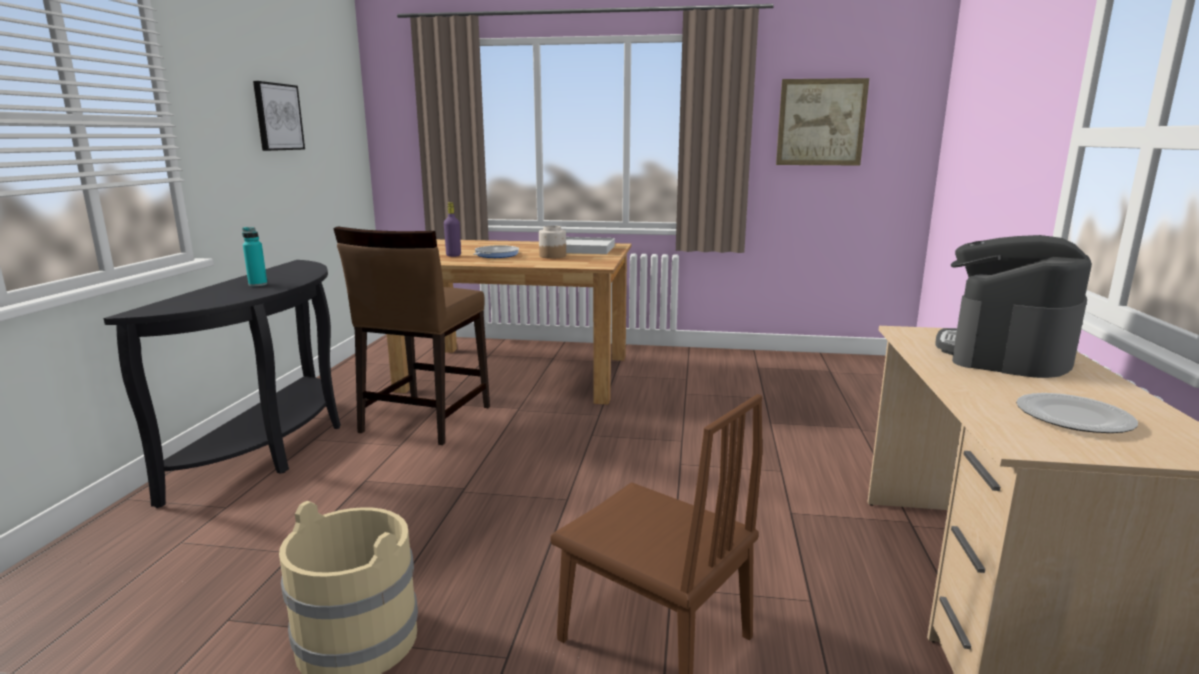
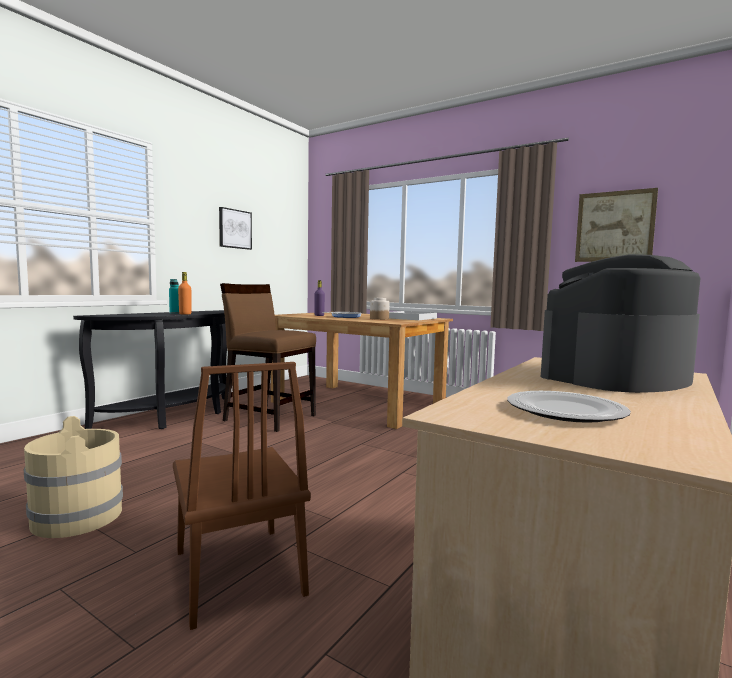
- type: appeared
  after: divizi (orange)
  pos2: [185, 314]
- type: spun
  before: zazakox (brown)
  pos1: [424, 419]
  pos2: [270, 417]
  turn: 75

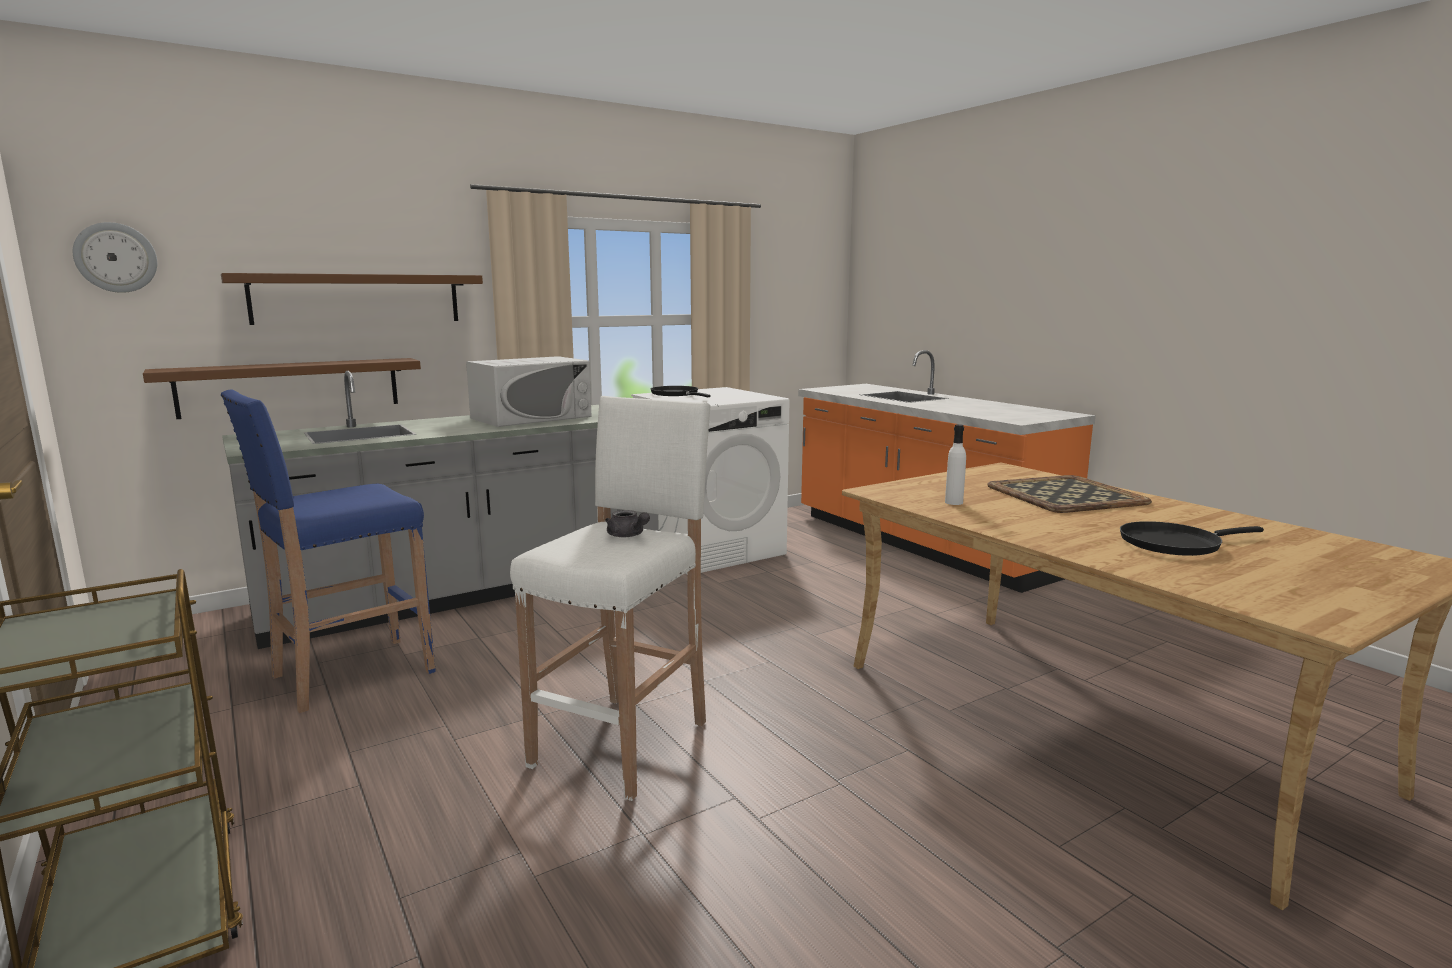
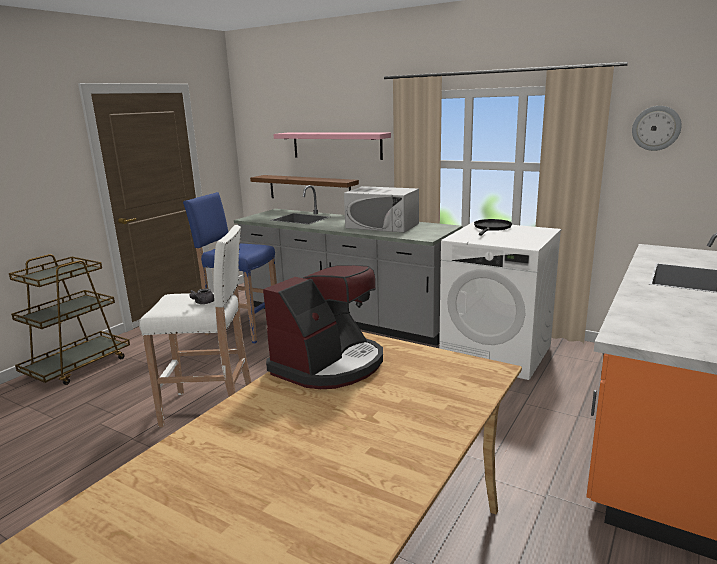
- type: missing
  before: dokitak
  pos1: [1063, 494]
- type: missing
  before: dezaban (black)
  pos1: [1175, 544]
- type: relocated
  before: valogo
  pos1: [116, 257]
  pos2: [656, 128]
- type: exchanged
  before: divizi (white)
  after: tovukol
  pos1: [954, 502]
  pos2: [329, 365]
- type: colour
  before: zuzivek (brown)
  after: zuzivek (pink)
  pos1: [357, 299]
  pos2: [336, 145]

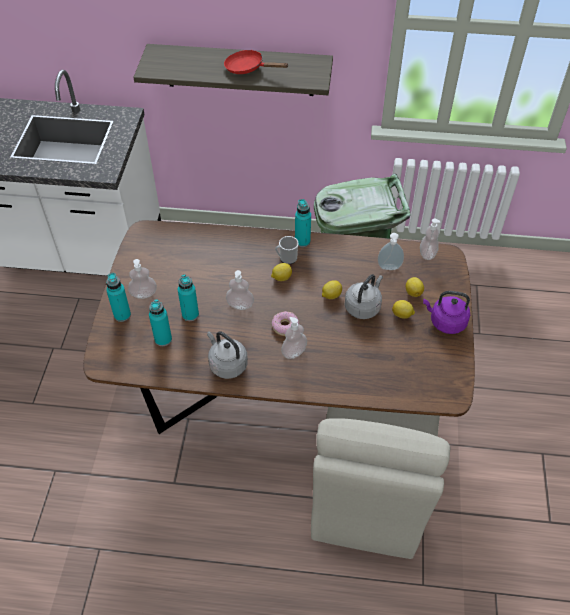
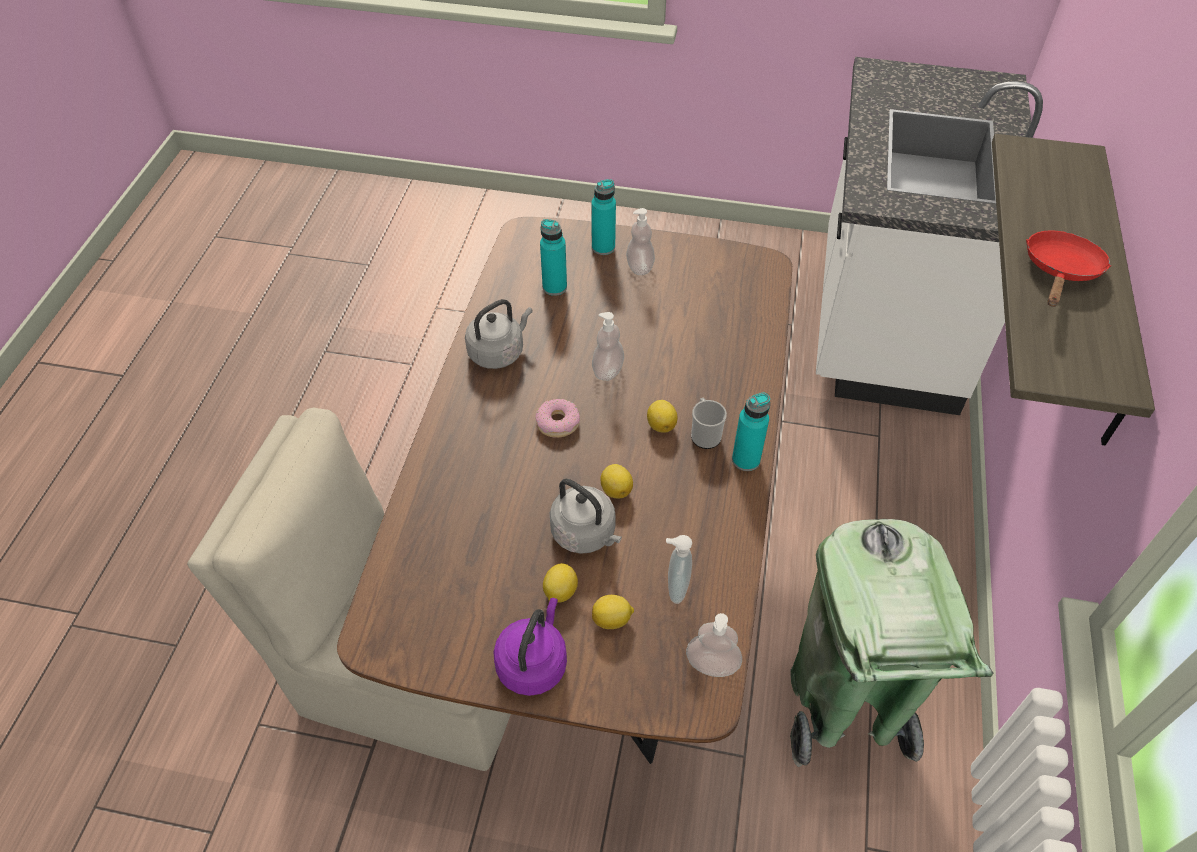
- type: missing
  before: divizi (turquoise)
  pos1: [190, 314]
- type: missing
  before: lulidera
  pos1: [294, 352]

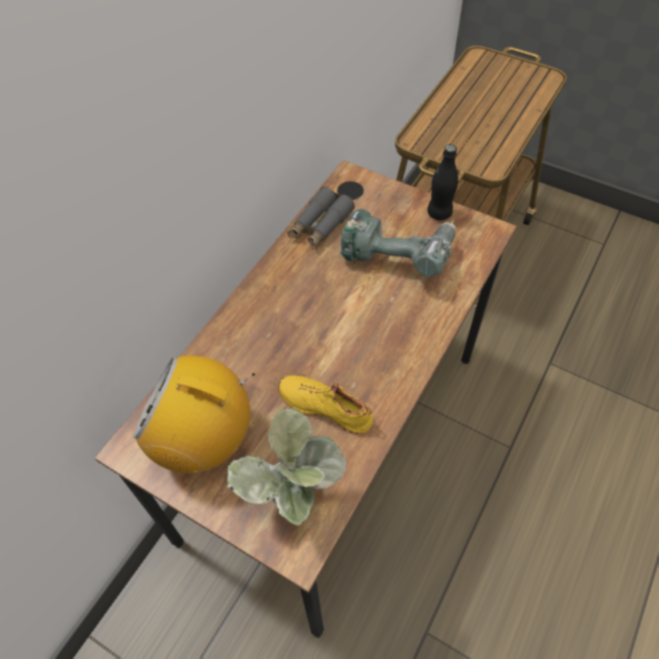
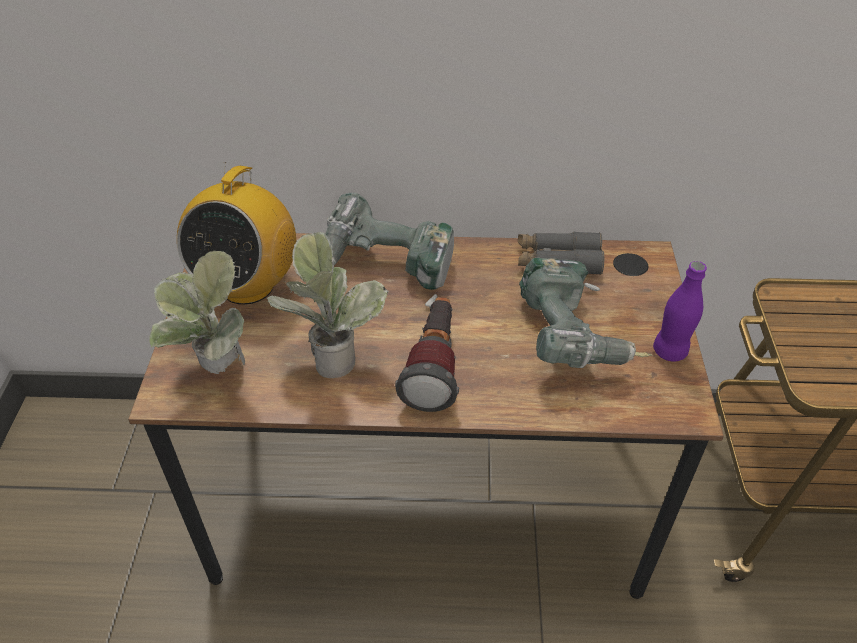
- type: appeared
  after: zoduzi
  pos2: [385, 271]
- type: appeared
  after: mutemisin
  pos2: [434, 366]
- type: exchanged
  before: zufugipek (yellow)
  after: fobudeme
  pos1: [326, 406]
  pos2: [332, 354]
- type: colour
  before: divizi (black)
  after: divizi (purple)
  pos1: [439, 213]
  pos2: [670, 351]
- type: spun
  before: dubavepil
  pos1: [204, 440]
  pos2: [247, 285]
  turn: -150

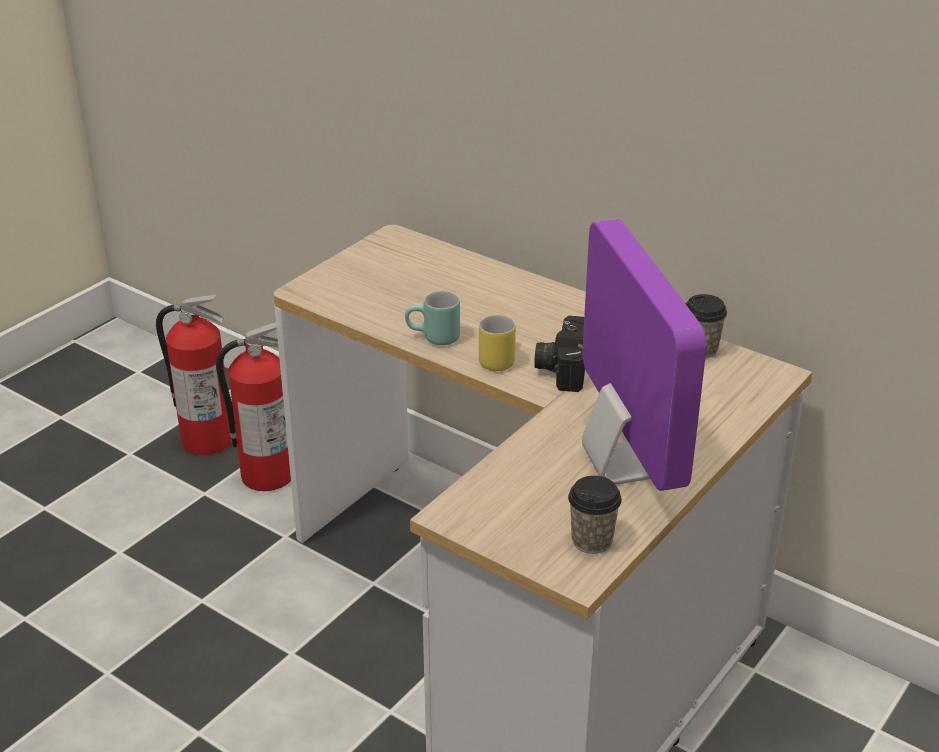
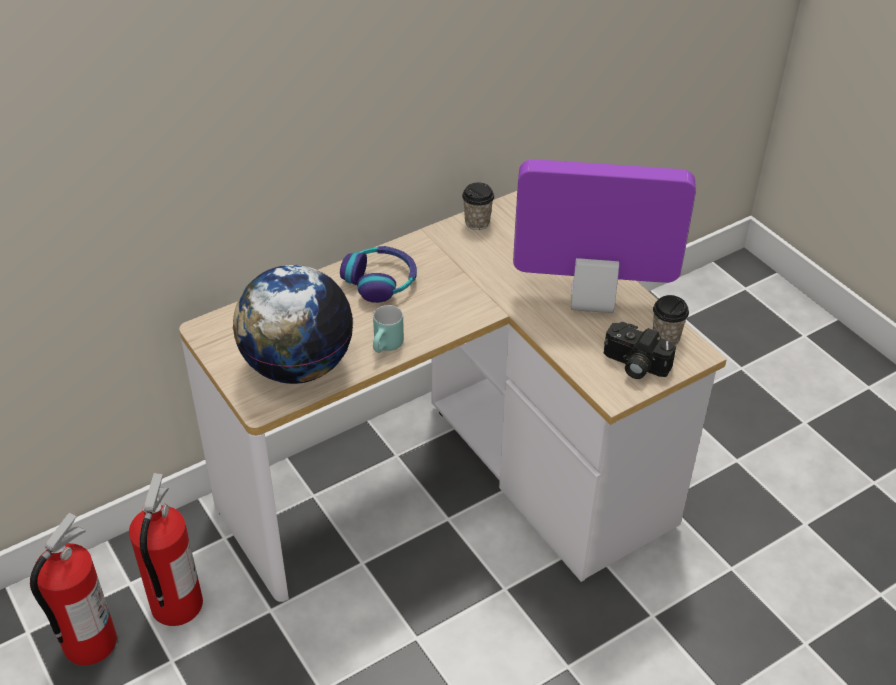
- type: missing
  before: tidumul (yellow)
  pos1: [496, 358]
- type: appeared
  after: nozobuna
  pos2: [297, 366]
- type: appeared
  after: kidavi
  pos2: [380, 281]
- type: relocated
  before: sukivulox
  pos1: [562, 367]
  pos2: [634, 365]

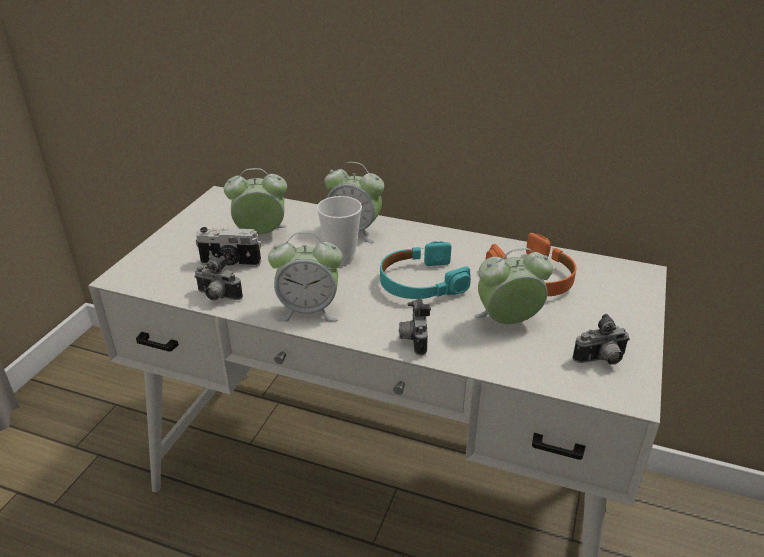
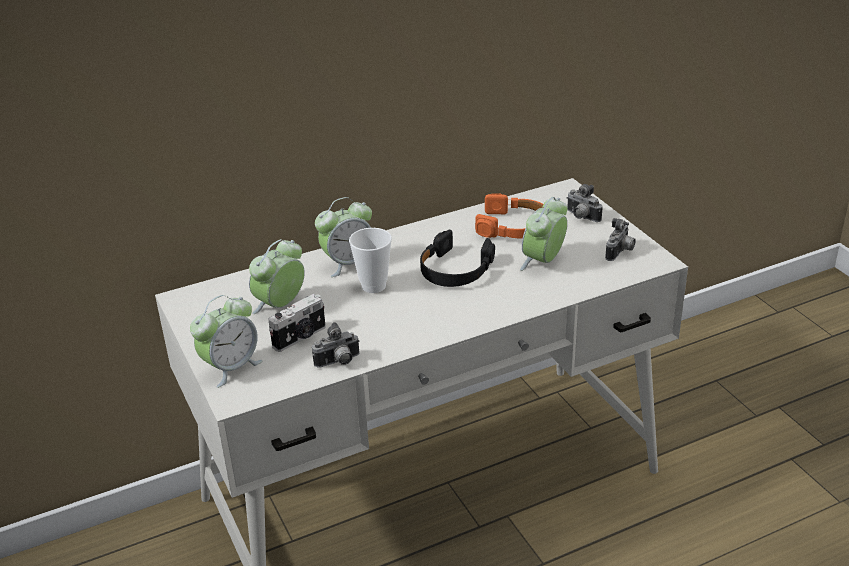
- type: relocated
  before: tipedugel
  pos1: [308, 310]
  pos2: [231, 367]
- type: relocated
  before: sukivulox
  pos1: [413, 339]
  pos2: [581, 217]
- type: colour
  before: kidavi (turquoise)
  after: kidavi (black)
  pos1: [421, 282]
  pos2: [455, 270]

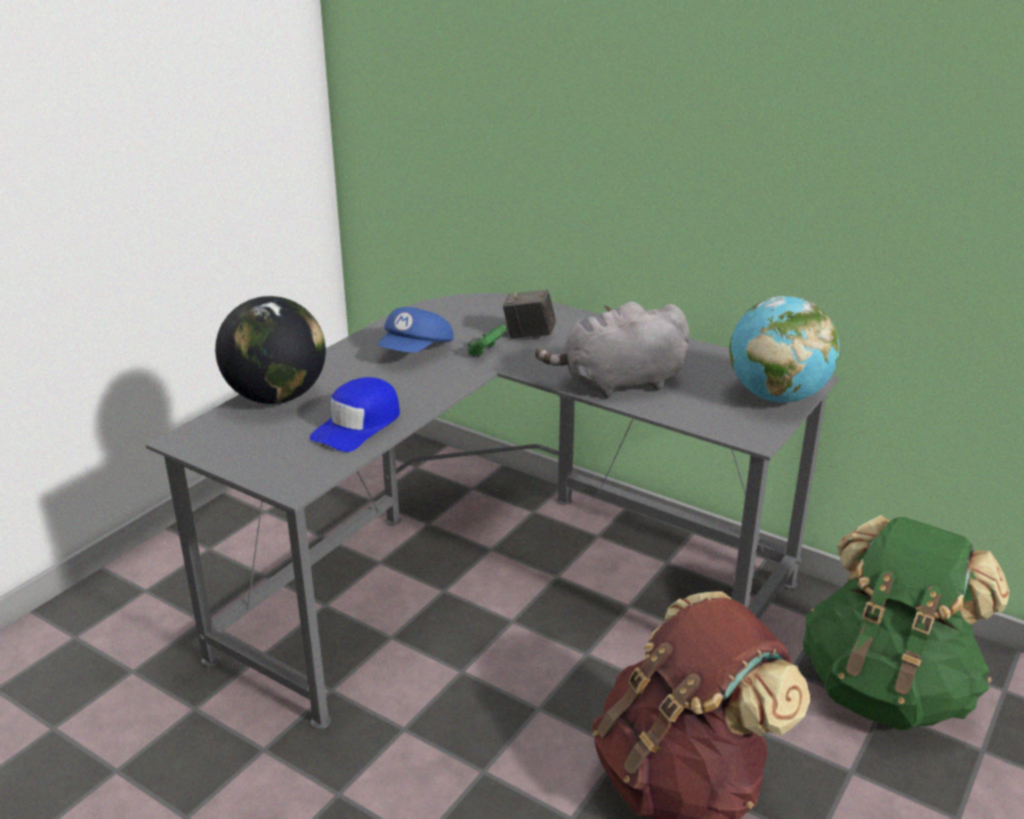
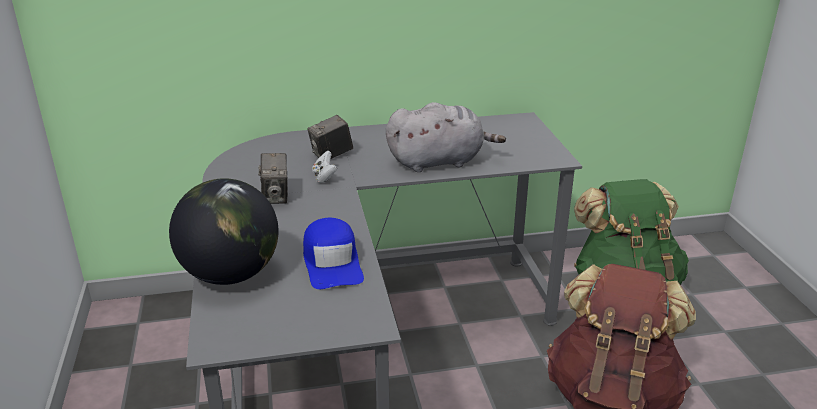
- type: missing
  before: nozobuna
  pos1: [777, 397]
- type: exchanged
  before: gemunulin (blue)
  after: sukivulox
  pos1: [417, 351]
  pos2: [275, 197]
- type: colour
  before: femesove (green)
  after: femesove (white)
  pos1: [486, 352]
  pos2: [324, 177]
- type: spun
  before: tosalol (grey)
  pos1: [618, 384]
  pos2: [439, 162]
  turn: -135

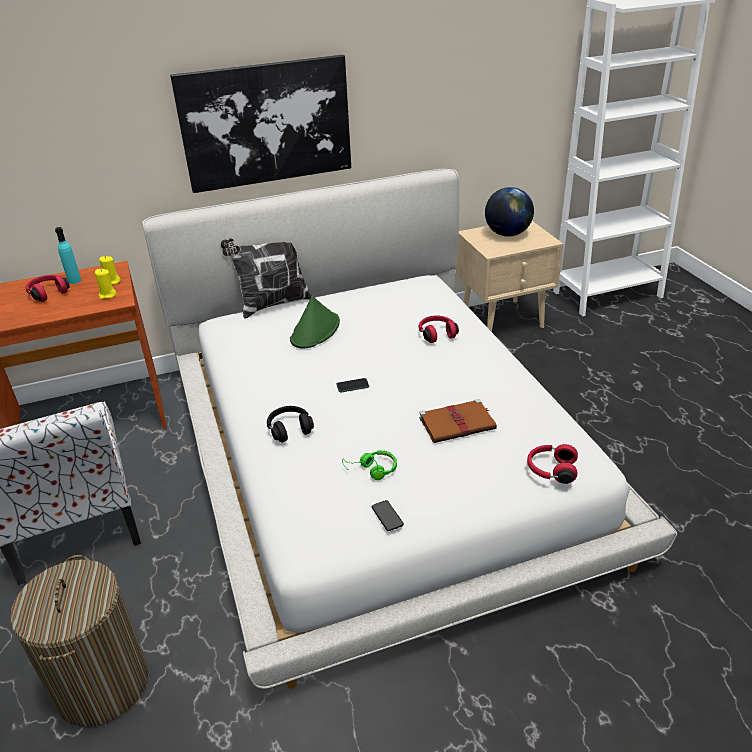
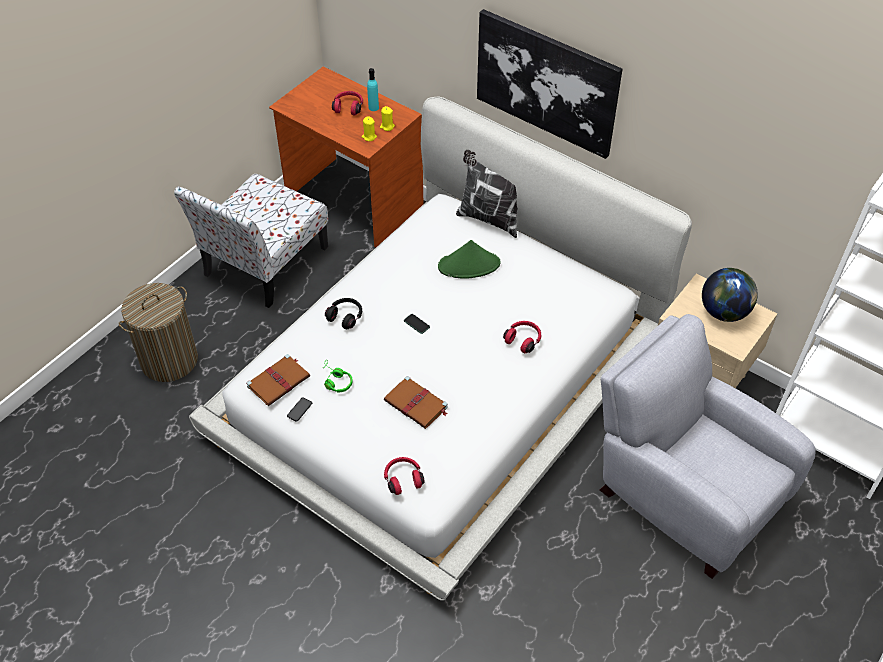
- type: appeared
  after: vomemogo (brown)
  pos2: [279, 381]
- type: appeared
  after: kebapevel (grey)
  pos2: [684, 492]

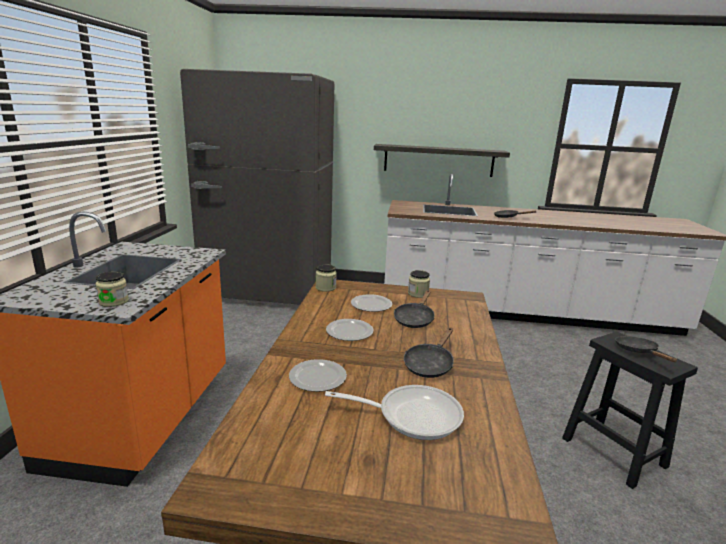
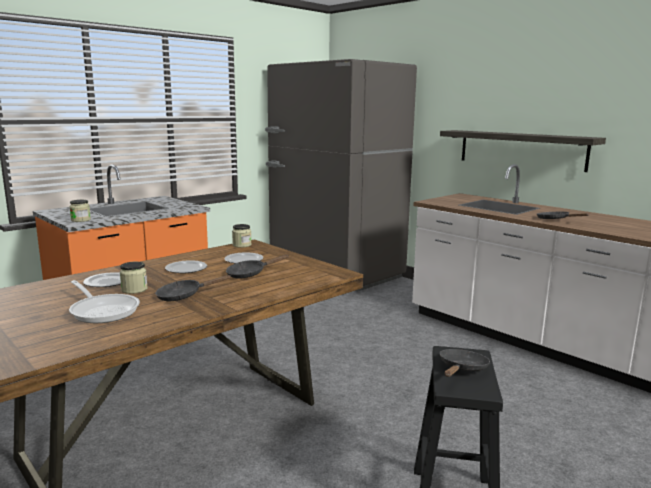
- type: relocated
  before: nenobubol
  pos1: [418, 294]
  pos2: [134, 289]

